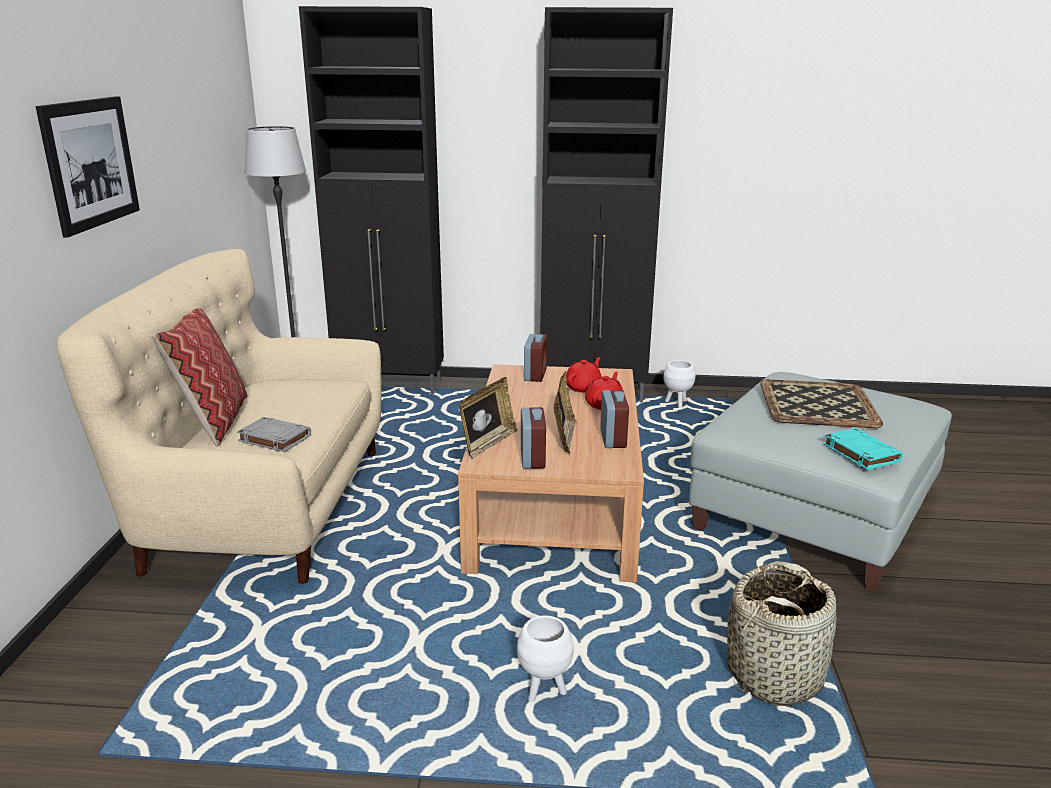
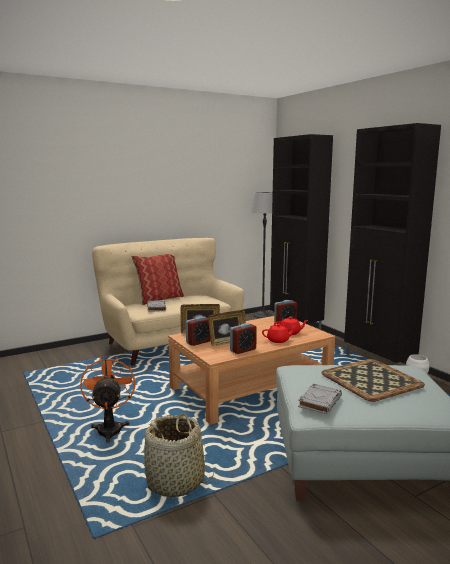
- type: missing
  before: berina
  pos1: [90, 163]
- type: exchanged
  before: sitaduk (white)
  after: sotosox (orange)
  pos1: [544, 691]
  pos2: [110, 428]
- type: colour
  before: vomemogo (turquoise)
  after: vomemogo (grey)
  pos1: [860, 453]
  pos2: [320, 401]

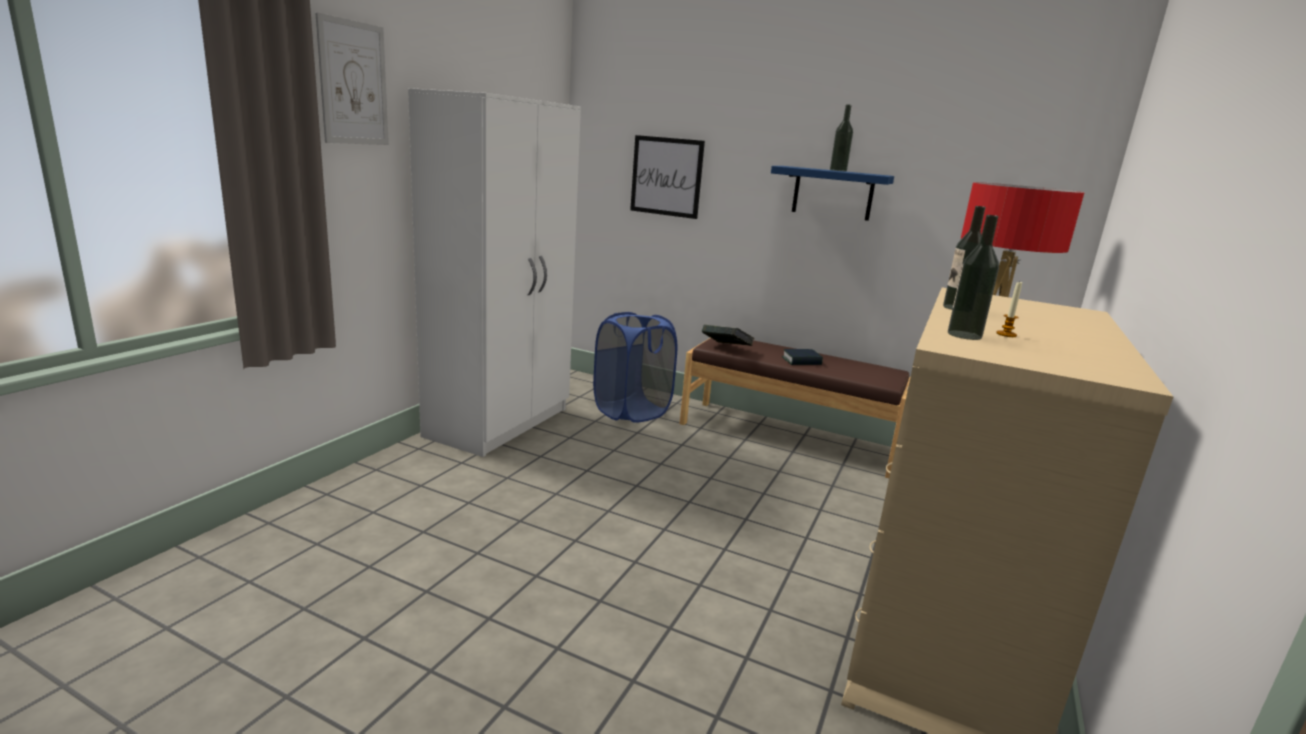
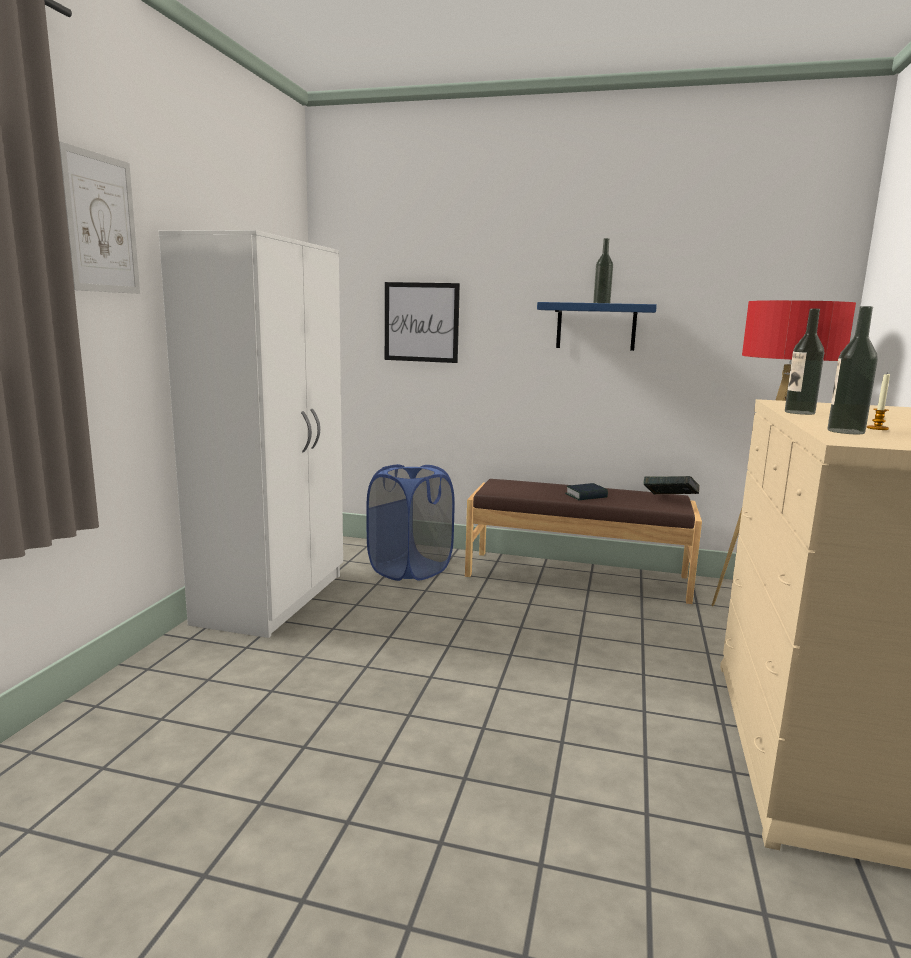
- type: relocated
  before: vomemogo
  pos1: [726, 349]
  pos2: [669, 500]

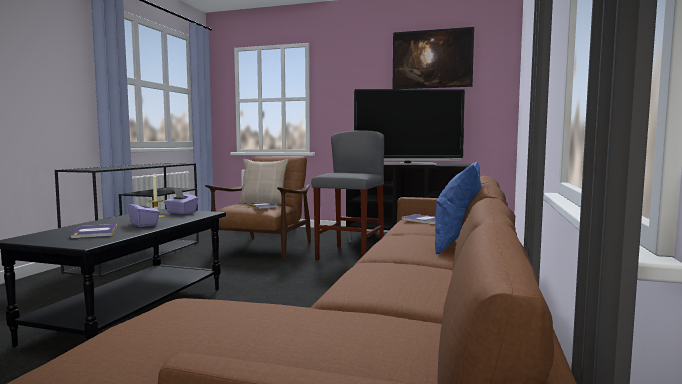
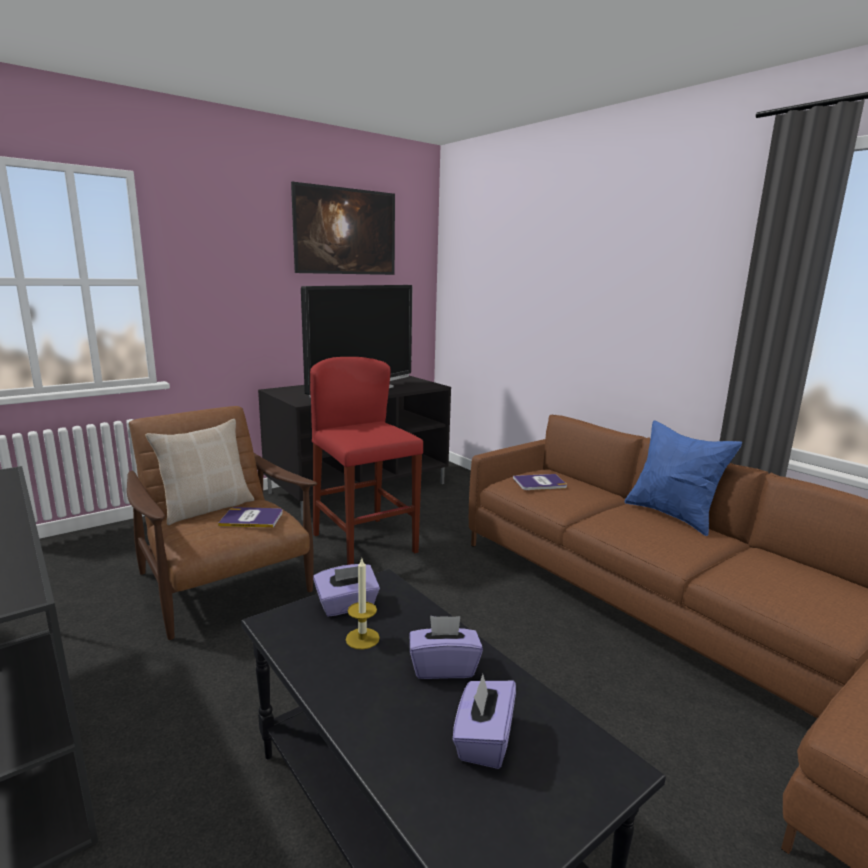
- type: exchanged
  before: vomemogo
  after: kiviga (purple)
  pos1: [95, 232]
  pos2: [483, 740]
- type: colour
  before: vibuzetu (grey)
  after: vibuzetu (red)
  pos1: [350, 255]
  pos2: [364, 543]

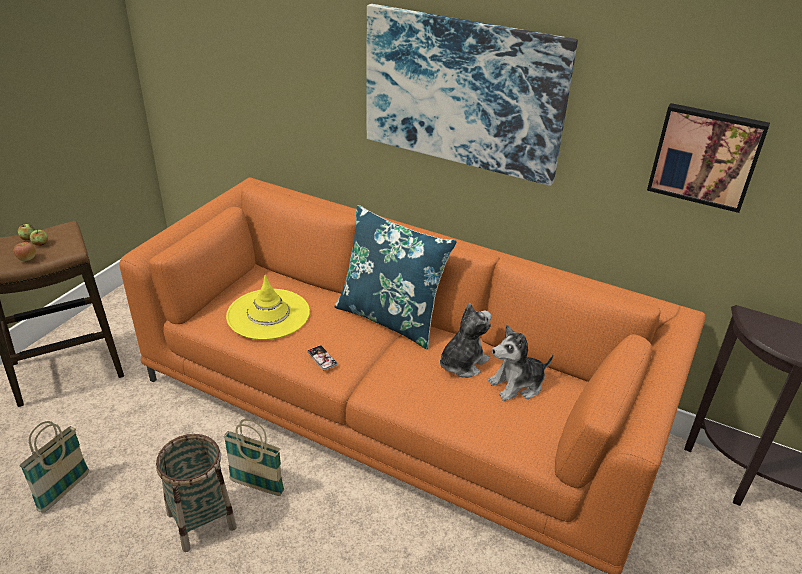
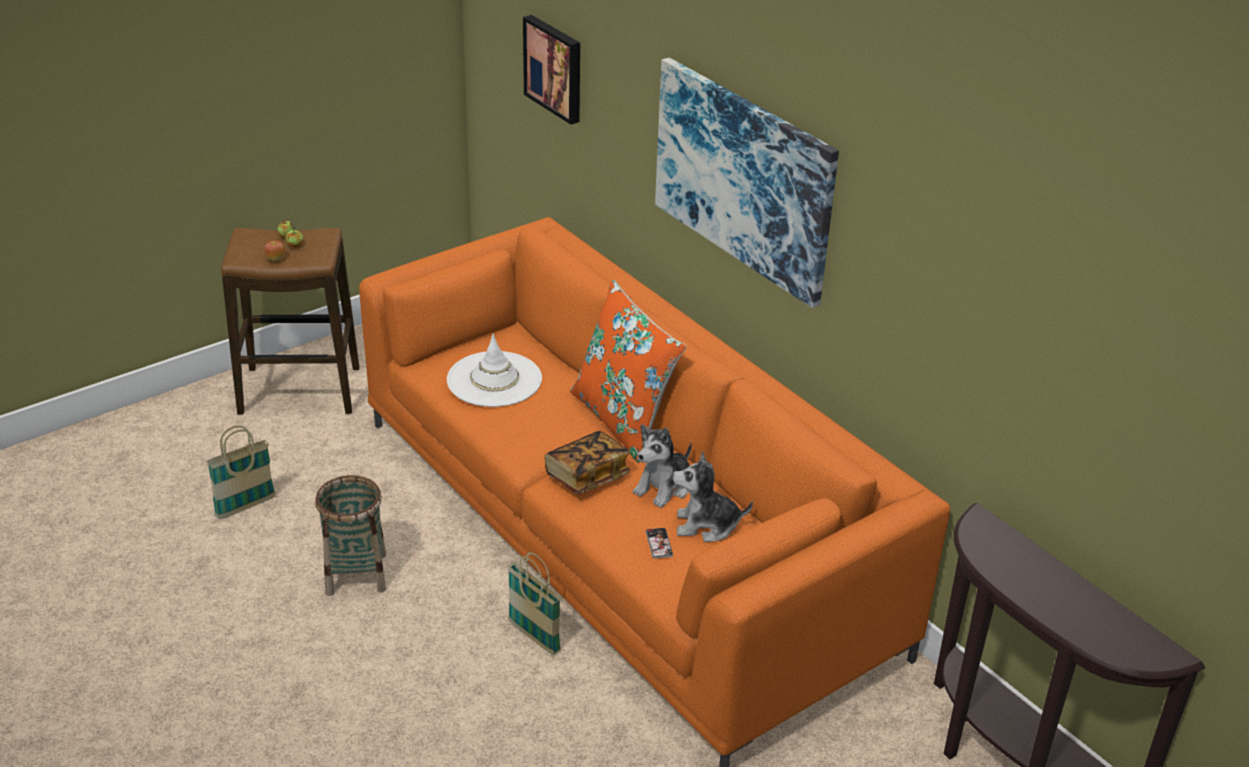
- type: appeared
  after: vomemogo
  pos2: [587, 476]
- type: relocated
  before: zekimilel
  pos1: [257, 486]
  pos2: [534, 637]
- type: relocated
  before: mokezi
  pos1: [322, 358]
  pos2: [659, 543]
- type: relocated
  before: berina
  pos1: [706, 156]
  pos2: [555, 68]
- type: colour
  before: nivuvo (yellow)
  after: nivuvo (white)
  pos1: [268, 314]
  pos2: [494, 380]
- type: colour
  before: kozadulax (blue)
  after: kozadulax (orange)
  pos1: [391, 318]
  pos2: [623, 420]
- type: spun
  before: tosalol
  pos1: [462, 363]
  pos2: [664, 487]
  turn: 150

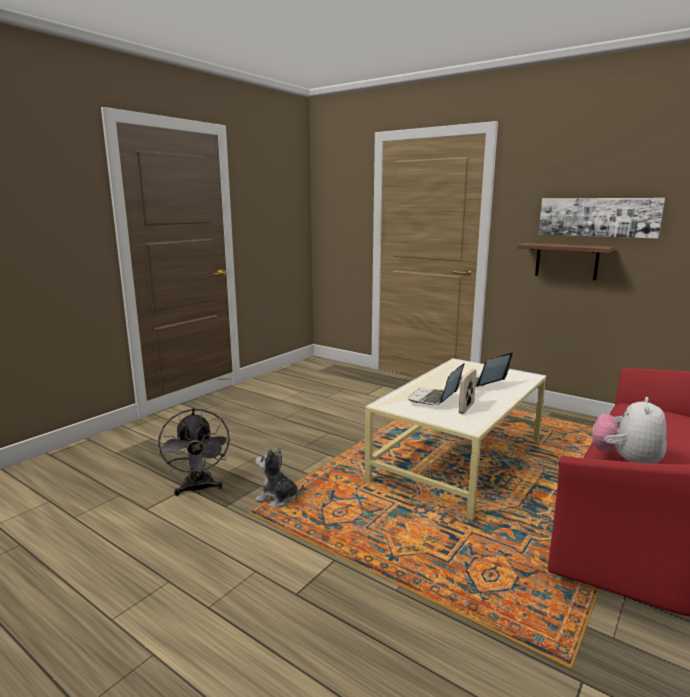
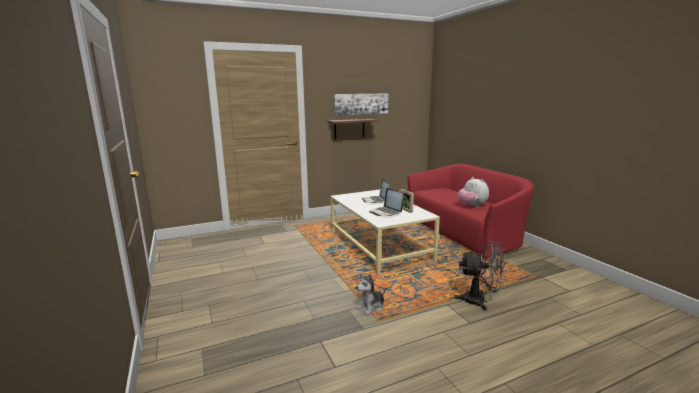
- type: relocated
  before: sotosox (grey)
  pos1: [198, 489]
  pos2: [480, 301]

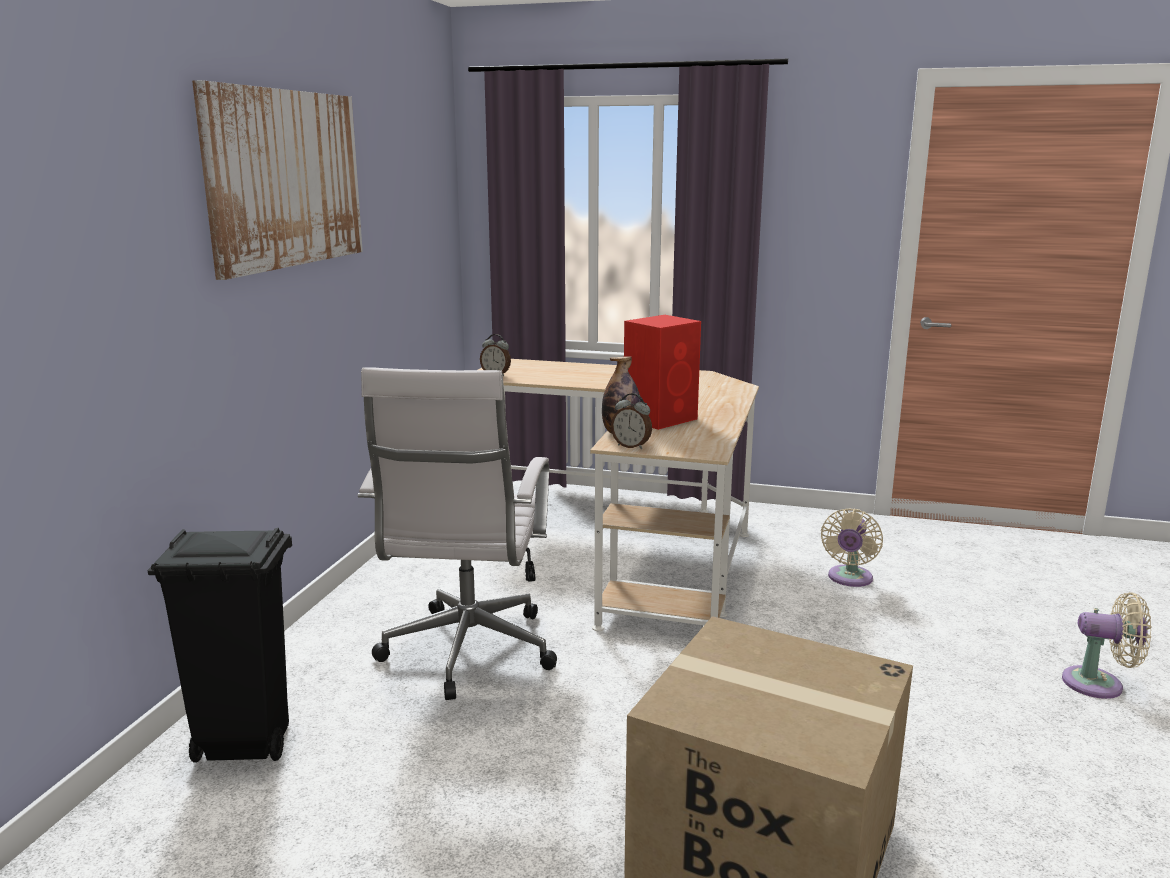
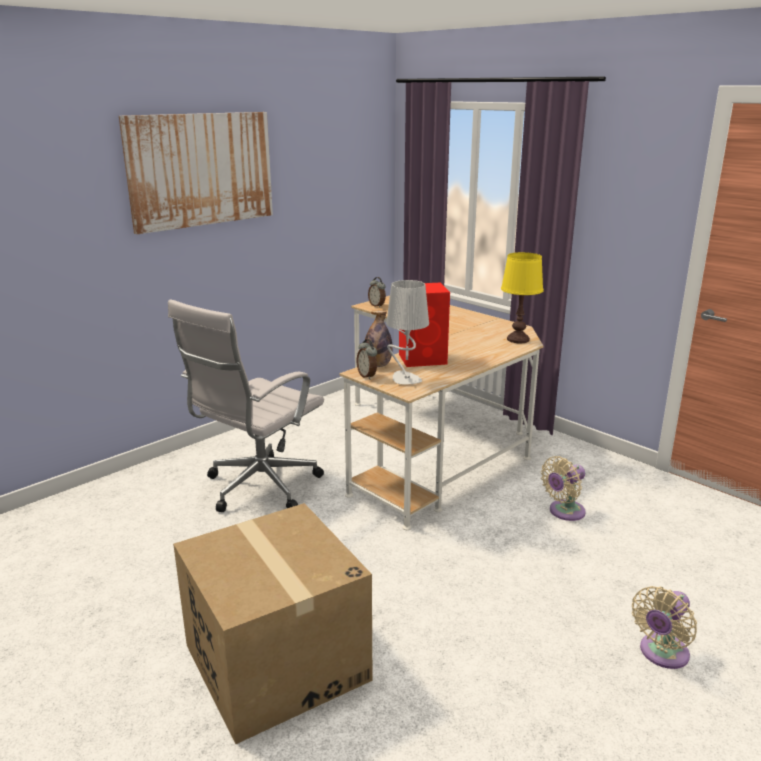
- type: missing
  before: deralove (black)
  pos1: [243, 745]
- type: appeared
  after: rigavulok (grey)
  pos2: [405, 379]
- type: appeared
  after: rigavulok (yellow)
  pos2: [518, 339]
- type: spun
  before: sotosox (beige)
  pos1: [1099, 684]
  pos2: [661, 654]
  turn: 90

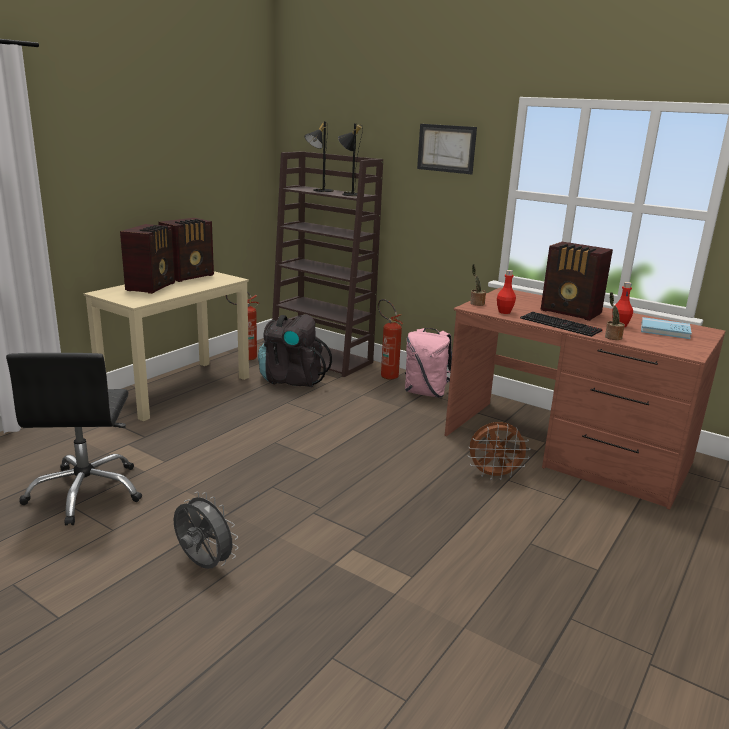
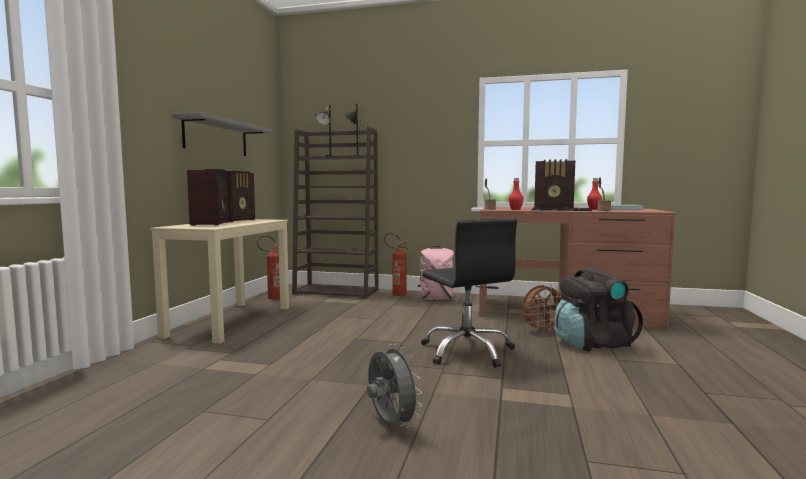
- type: missing
  before: berina
  pos1: [446, 148]
- type: appeared
  after: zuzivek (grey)
  pos2: [216, 137]
- type: relocated
  before: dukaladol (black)
  pos1: [86, 492]
  pos2: [467, 351]
- type: relocated
  before: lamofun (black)
  pos1: [292, 379]
  pos2: [592, 343]
- type: spun
  before: sotosox (grey)
  pos1: [203, 565]
  pos2: [390, 425]
  turn: 45

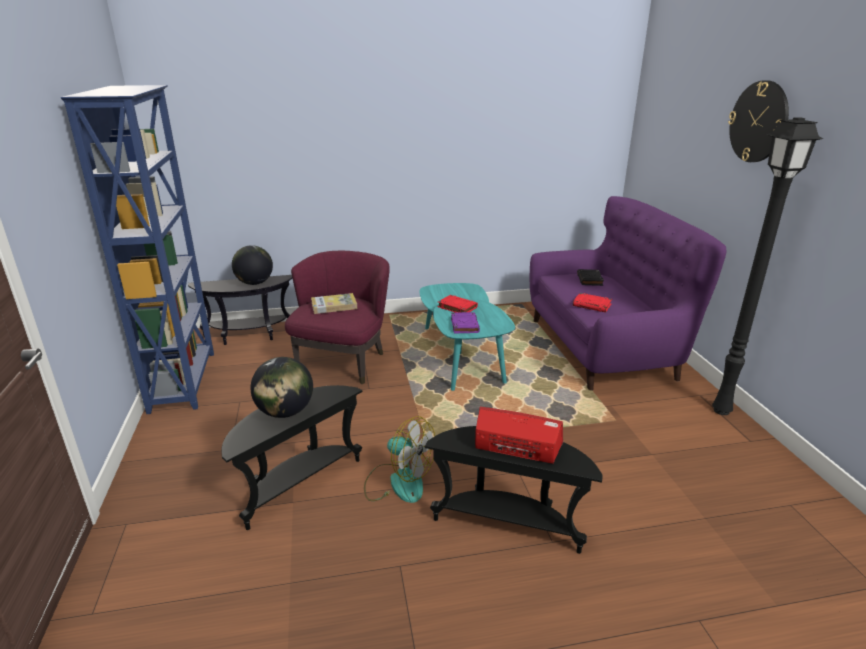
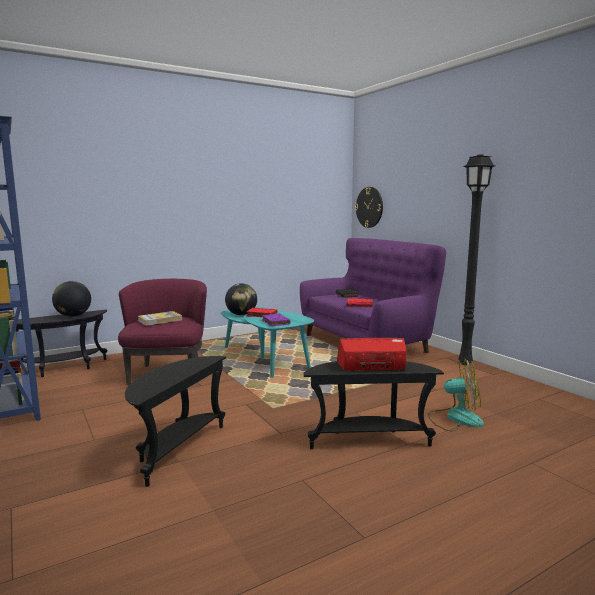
- type: relocated
  before: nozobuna
  pos1: [285, 412]
  pos2: [241, 315]
- type: relocated
  before: sotosox
  pos1: [398, 482]
  pos2: [455, 418]
- type: relocated
  before: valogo
  pos1: [758, 122]
  pos2: [369, 207]

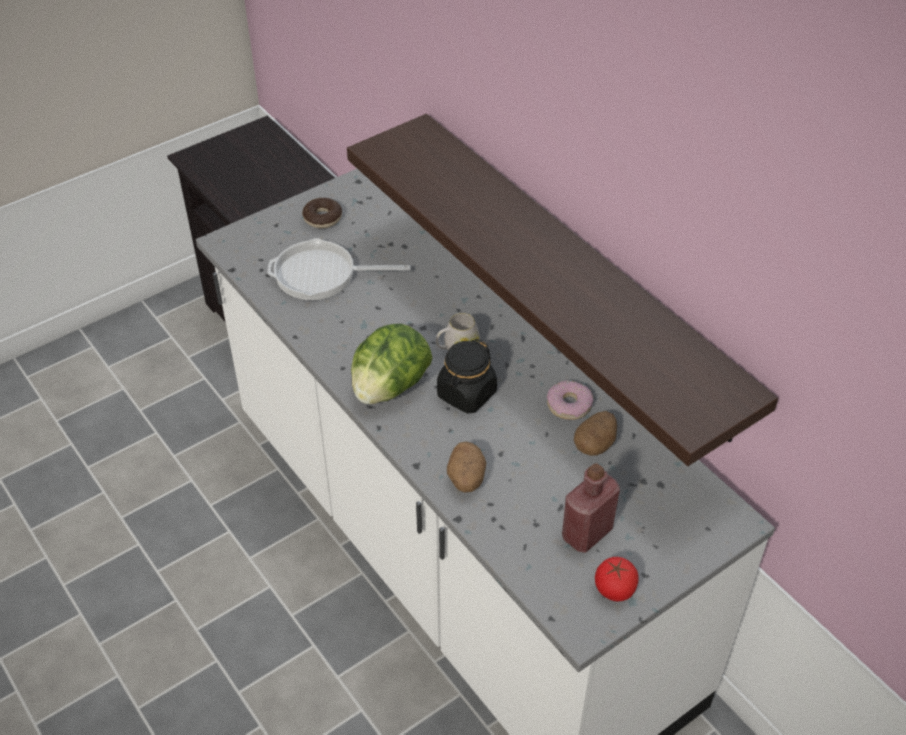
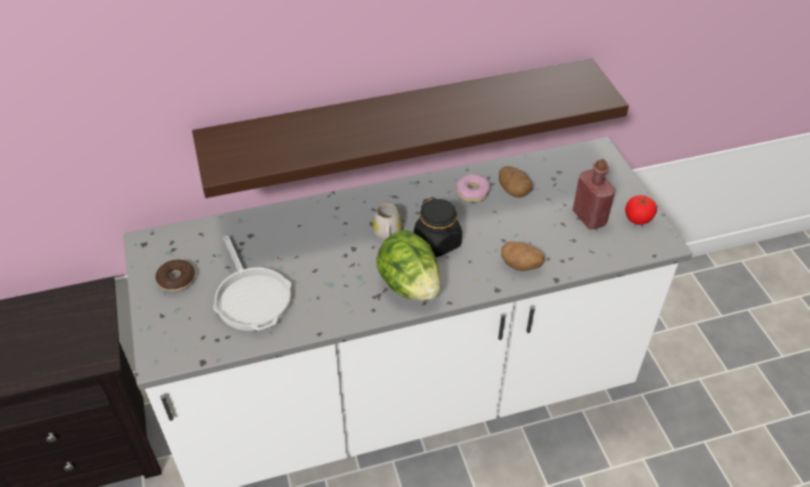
- type: spun
  before: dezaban
  pos1: [321, 275]
  pos2: [252, 298]
  turn: -45

